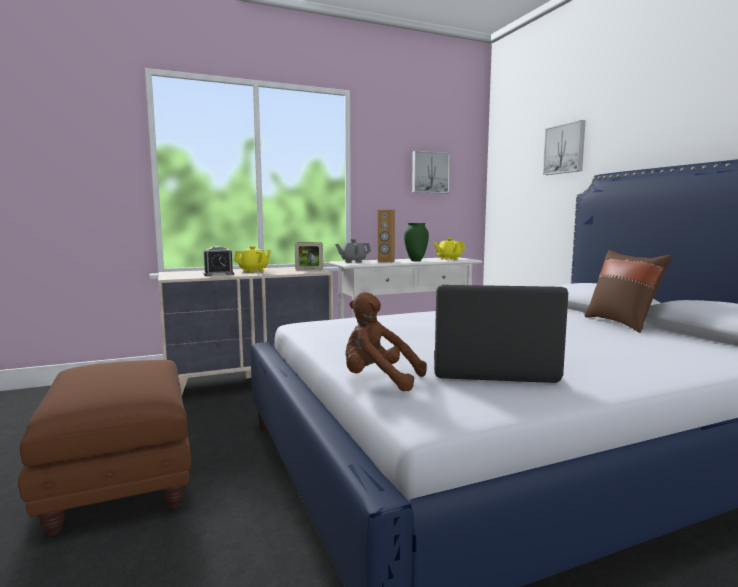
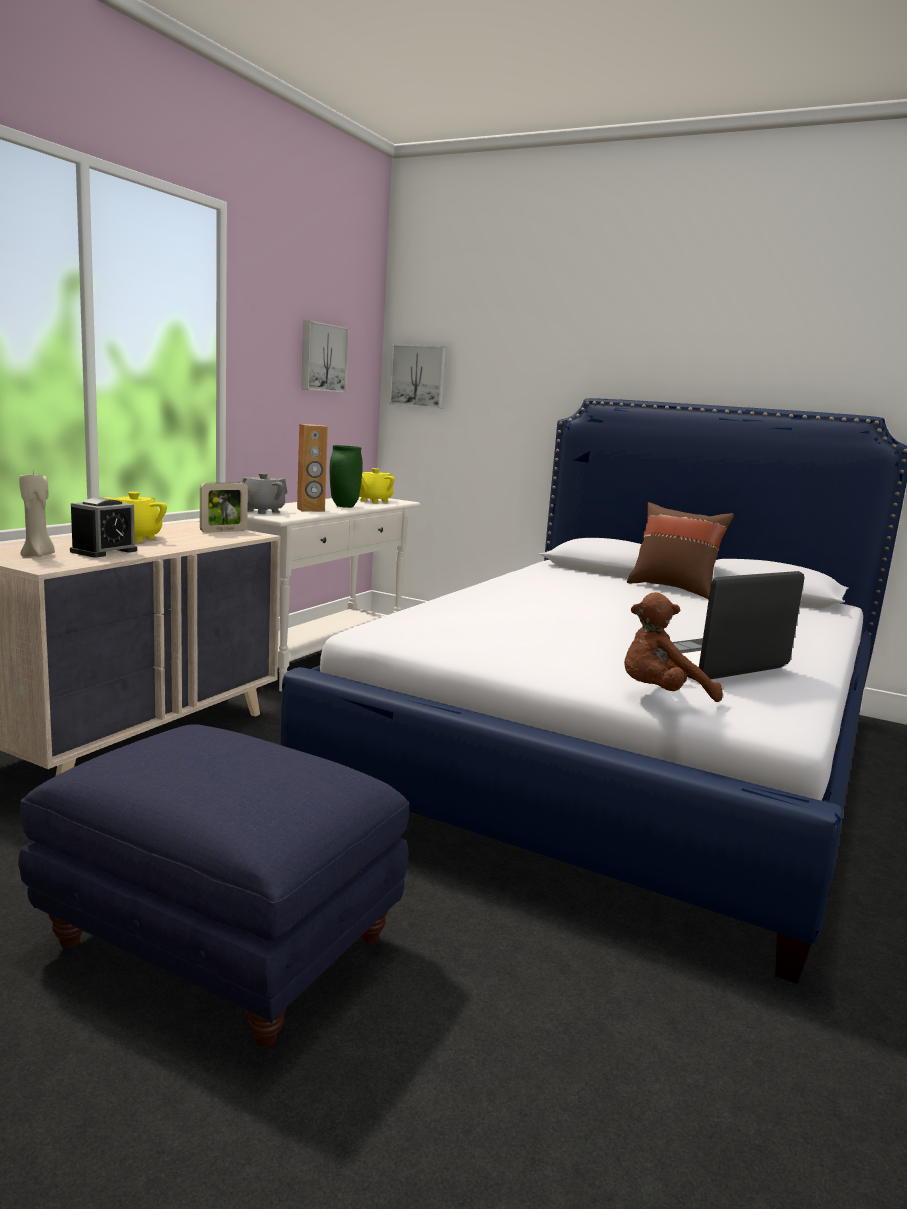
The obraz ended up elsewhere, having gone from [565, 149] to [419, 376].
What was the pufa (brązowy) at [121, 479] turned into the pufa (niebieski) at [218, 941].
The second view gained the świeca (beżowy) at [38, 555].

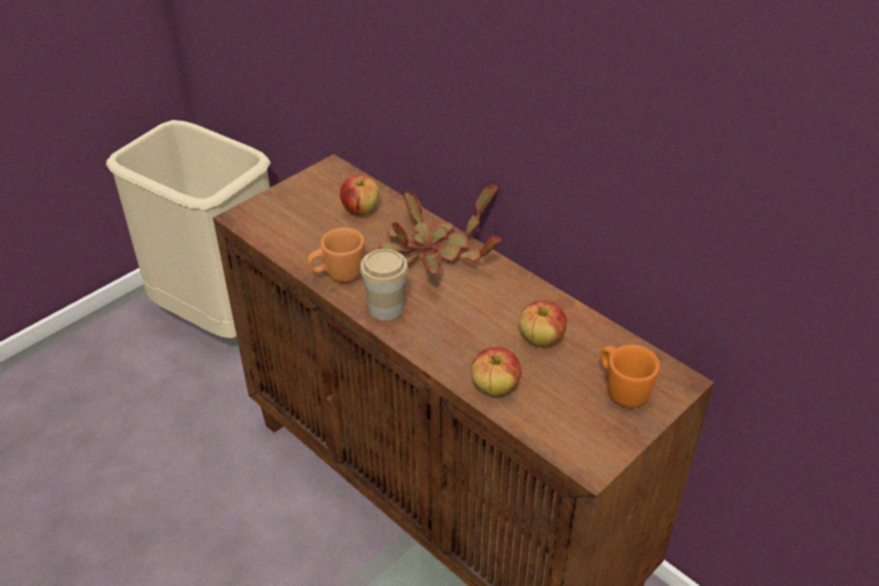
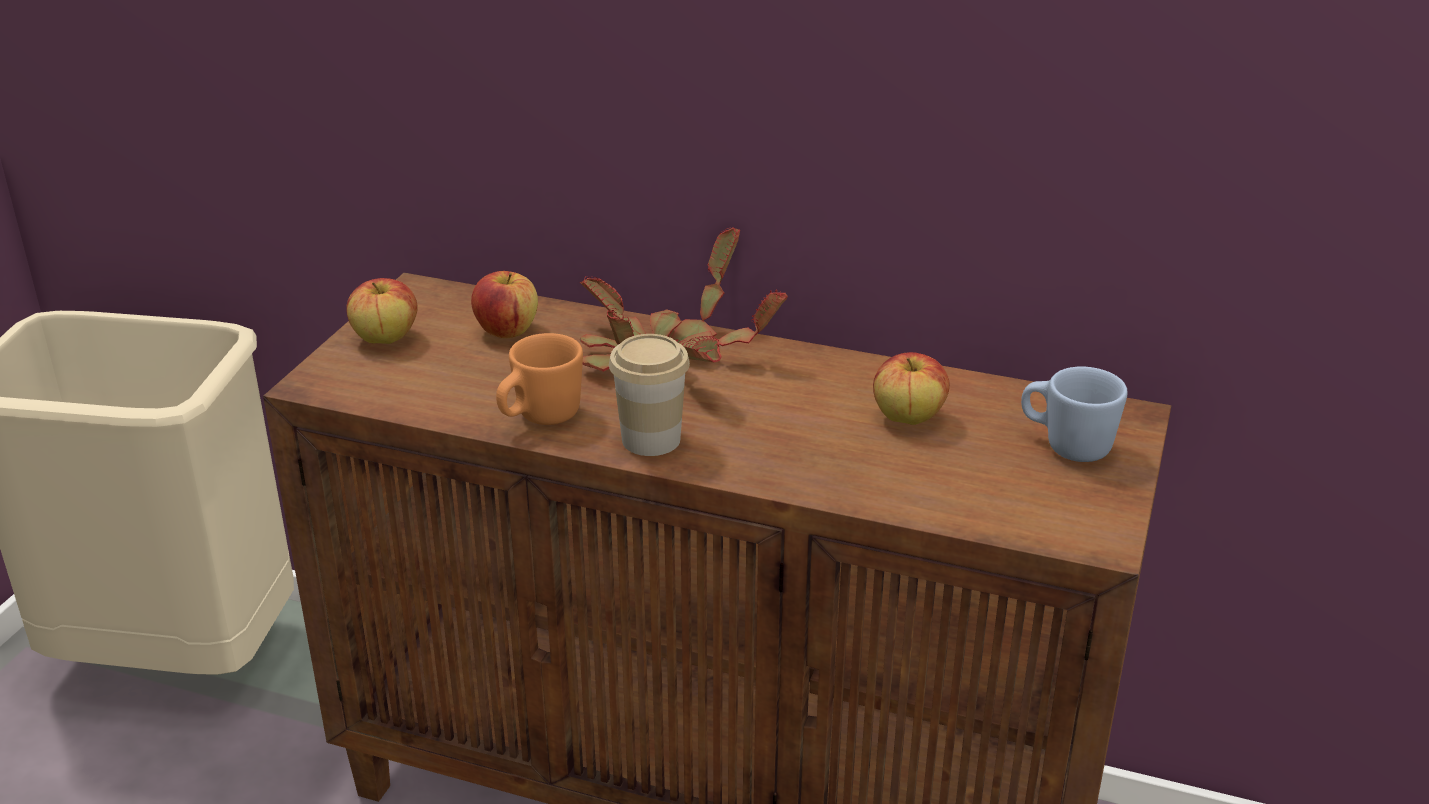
What was the kubek (pomarańczowy) at [622, 390] turned into the kubek (niebieski) at [1066, 445].
The jabłko ended up elsewhere, having gone from [495, 387] to [386, 338].

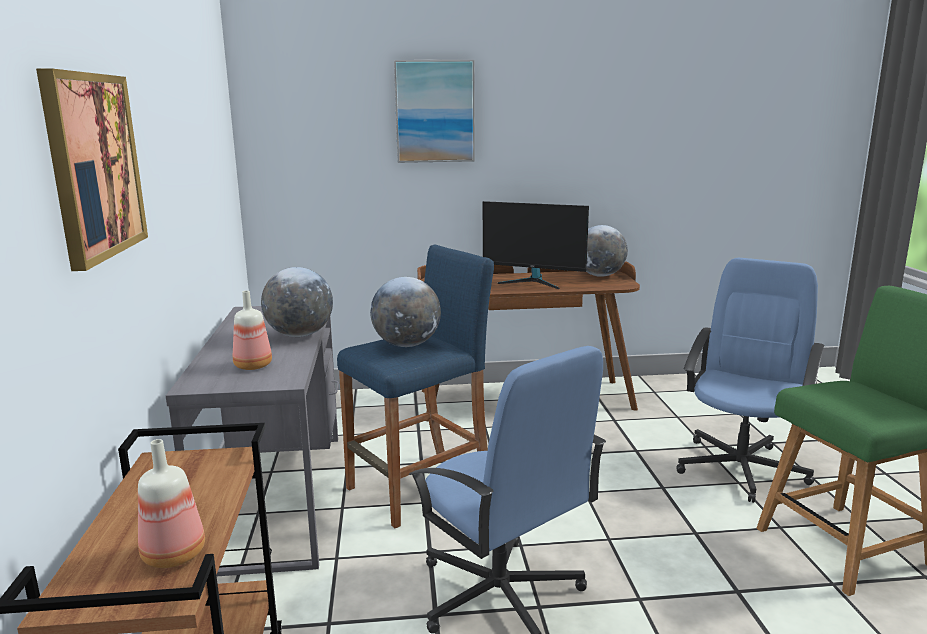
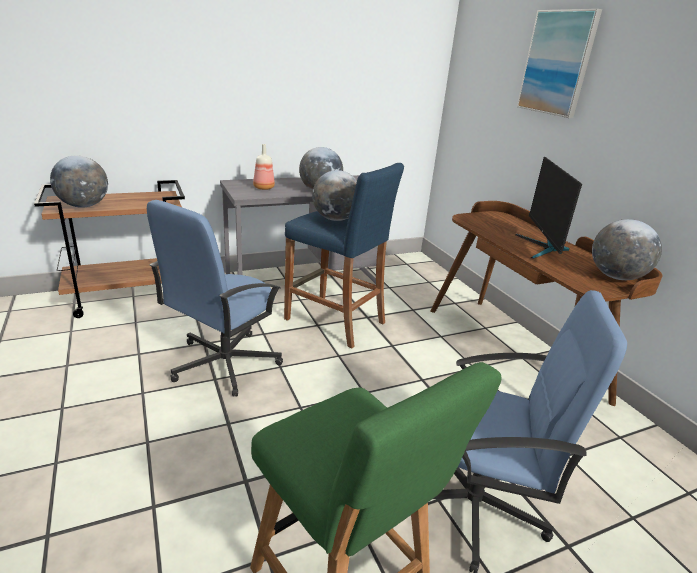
The second view lost the obraz at [93, 166].
Where the butelka stood at [176, 554], the globus came to stand at [84, 206].

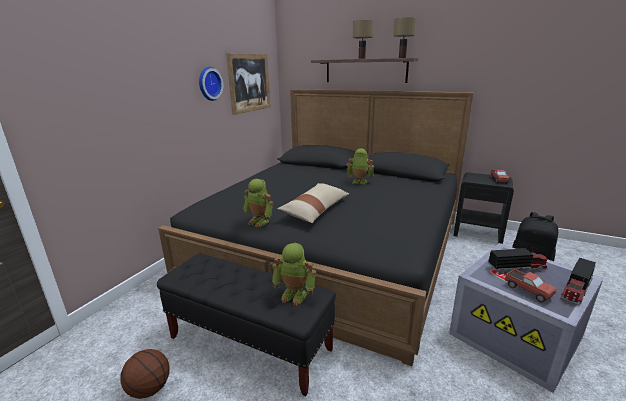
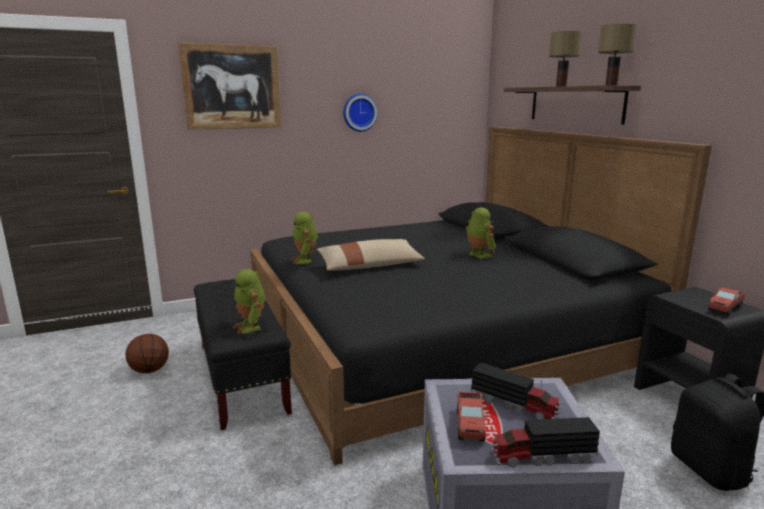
The obraz ended up elsewhere, having gone from [249, 82] to [232, 87].

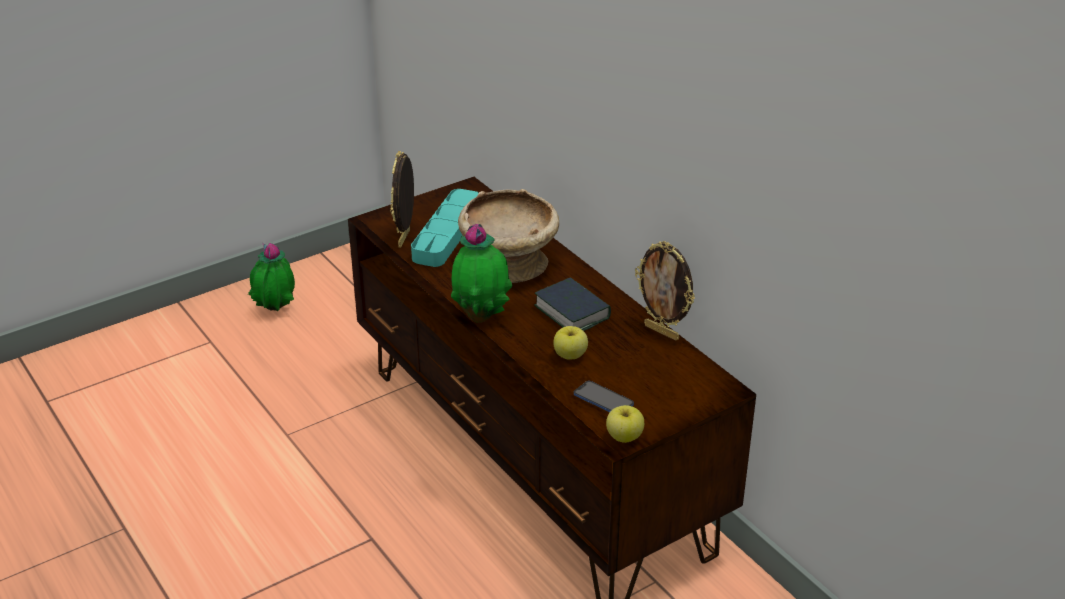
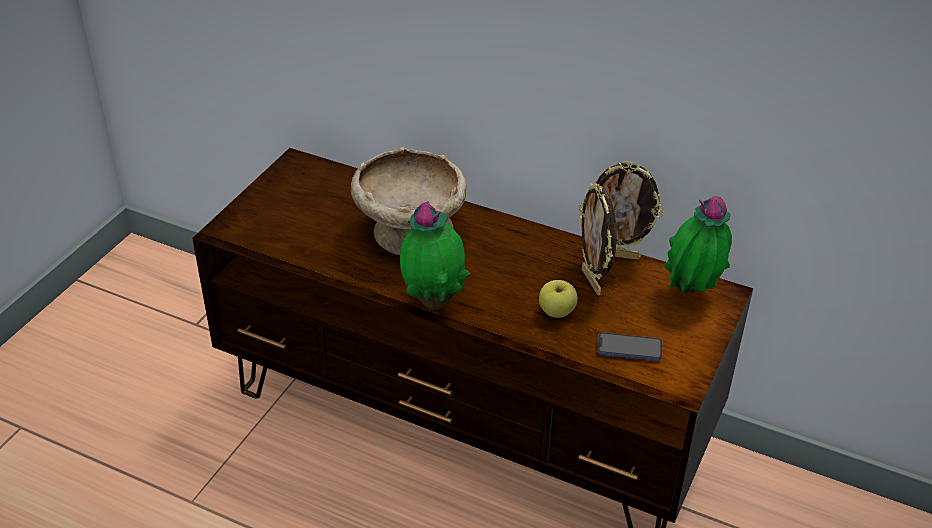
The ramka na zdjęcie ended up elsewhere, having gone from [405, 238] to [592, 282].
The second view lost the taca (turkusowy) at [447, 233].
The roślina doniczkowa ended up elsewhere, having gone from [275, 312] to [691, 293].
The second view lost the książka at [572, 312].
The second view lost the jabłko at [624, 437].

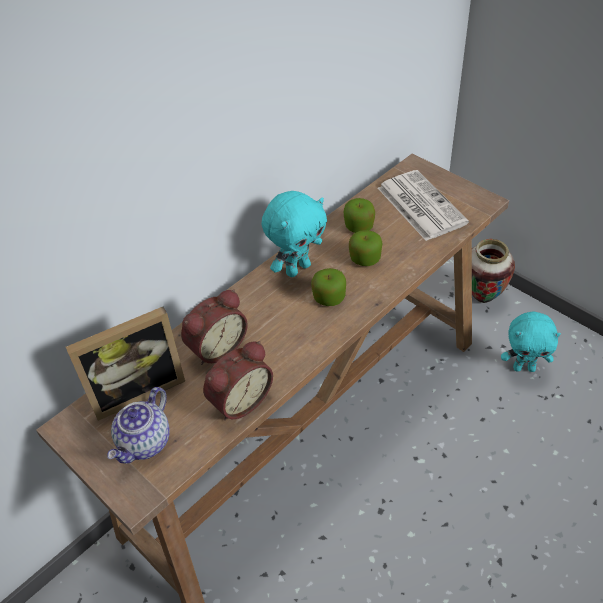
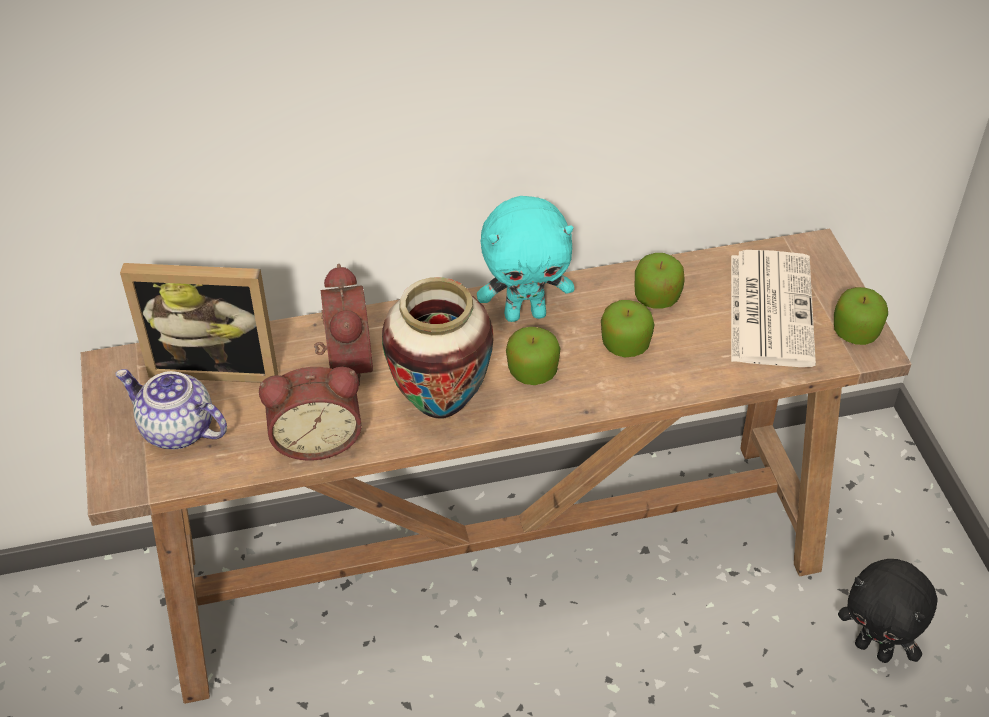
The wazon ended up elsewhere, having gone from [483, 297] to [440, 407].
The budzik at [216, 347] ended up facing another way, 90 degrees counterclockwise from before.
What was the pluszak (turkusowy) at [524, 368] turned into the pluszak (czarny) at [874, 649].
The imbryk at [145, 443] ended up facing another way, 60 degrees clockwise from before.
The second view gained the jabłko at [855, 332].

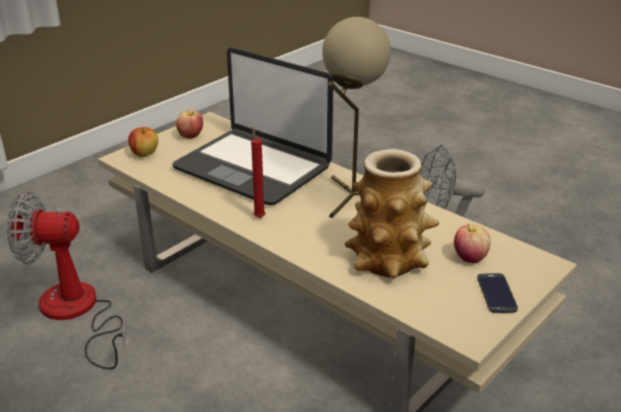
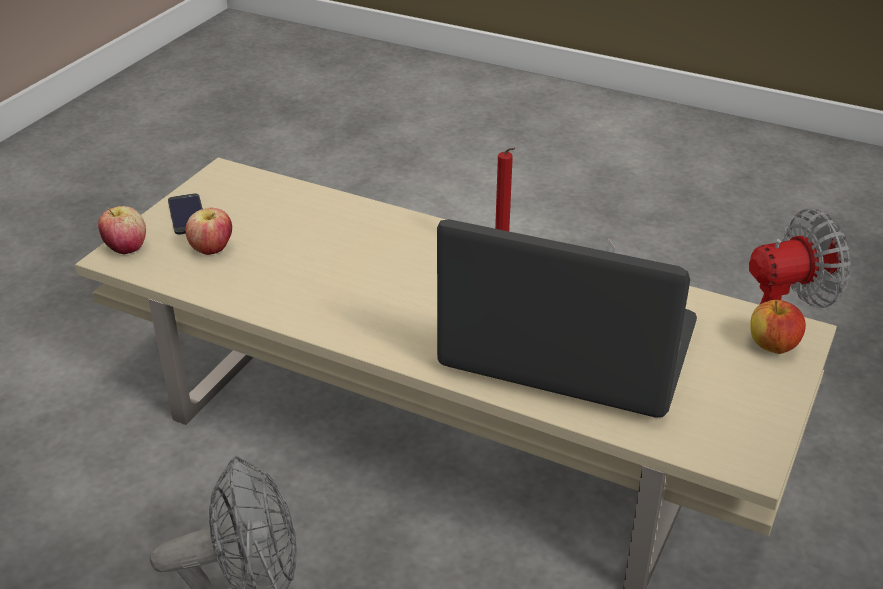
The second view lost the lampa stołowa (beżowy) at [350, 197].
The jabłko ended up elsewhere, having gone from [191, 136] to [126, 248].
The second view lost the wazon at [389, 259].

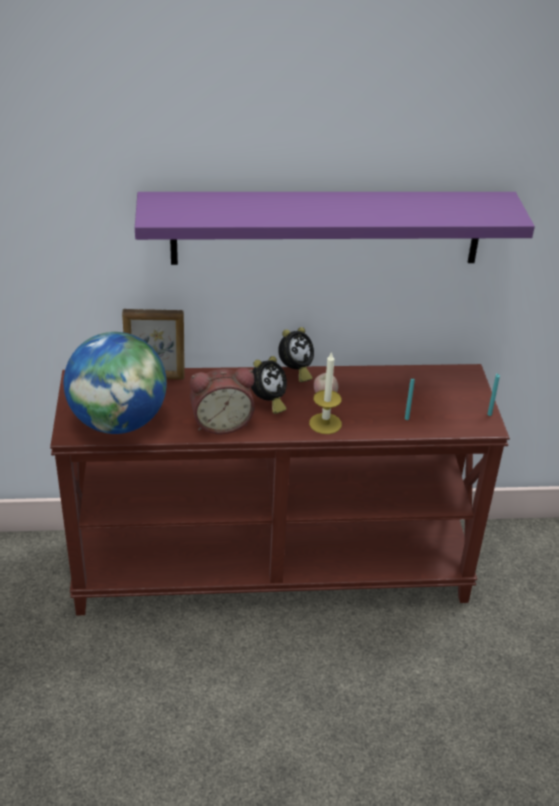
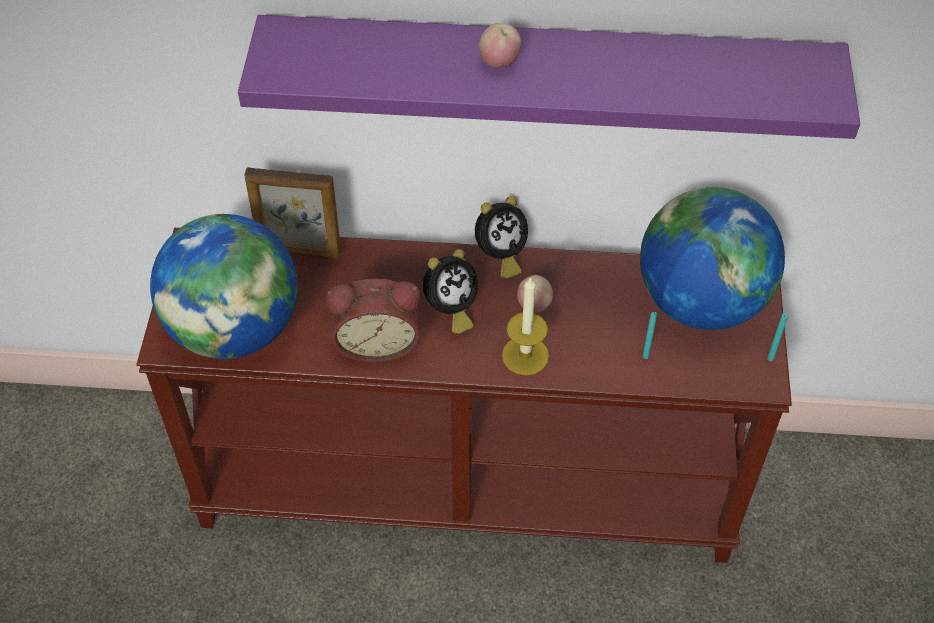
The second view gained the jabłko at [499, 63].
The second view gained the globus at [700, 302].

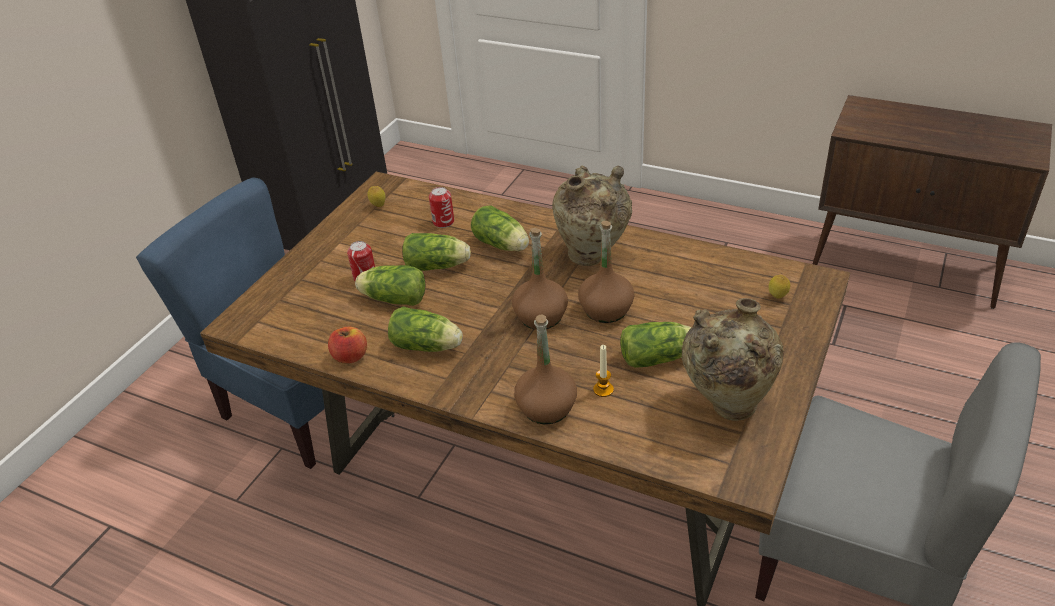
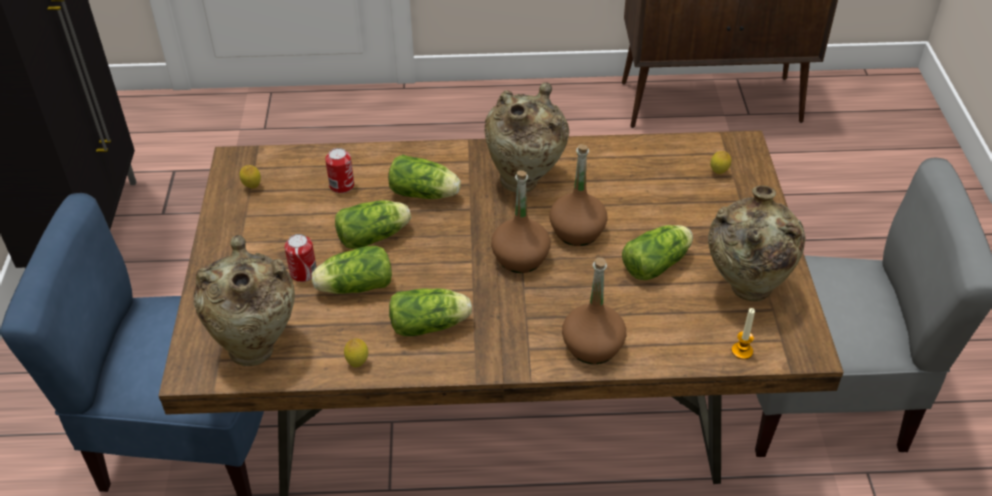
Where the jabłko stood at [350, 356], the cytryna came to stand at [357, 363].
The świeca ended up elsewhere, having gone from [603, 389] to [742, 351].
The second view gained the wazon (beżowy) at [256, 346].

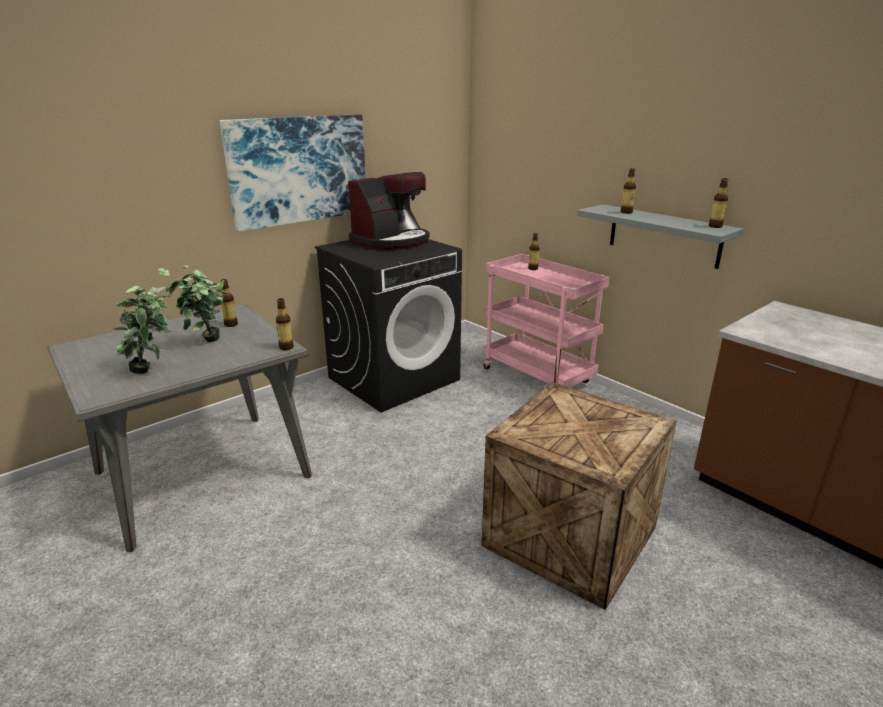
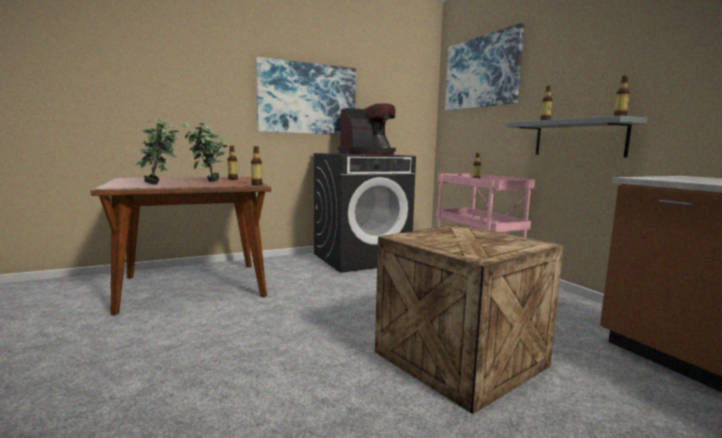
What was the stół jadalny (szary) at [204, 474] turned into the stół jadalny (brązowy) at [193, 286].
The second view gained the obraz at [481, 72].

